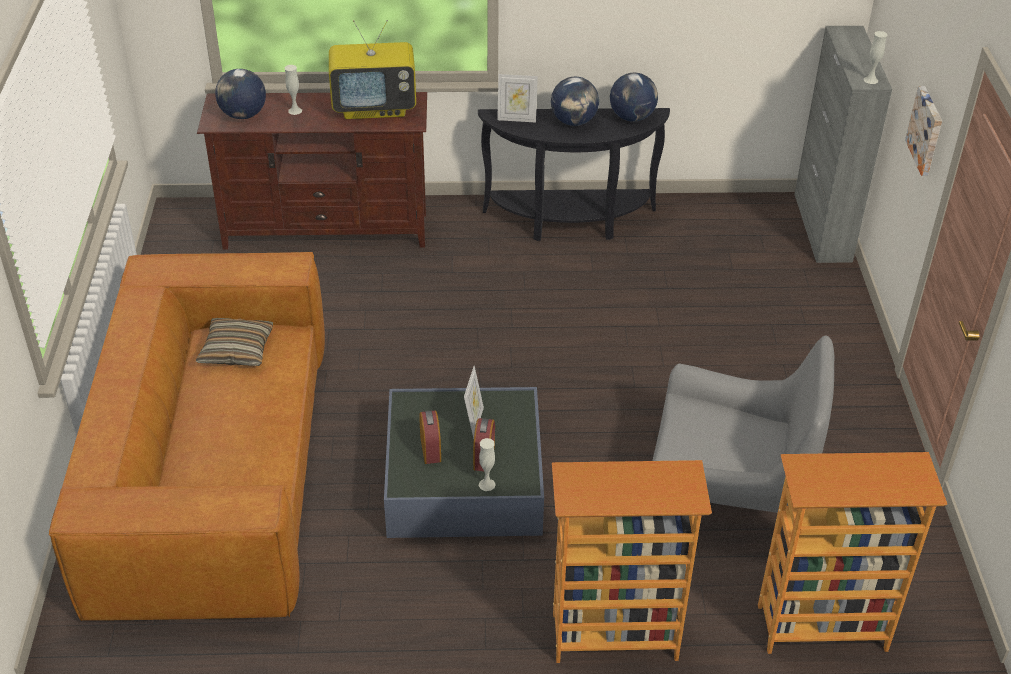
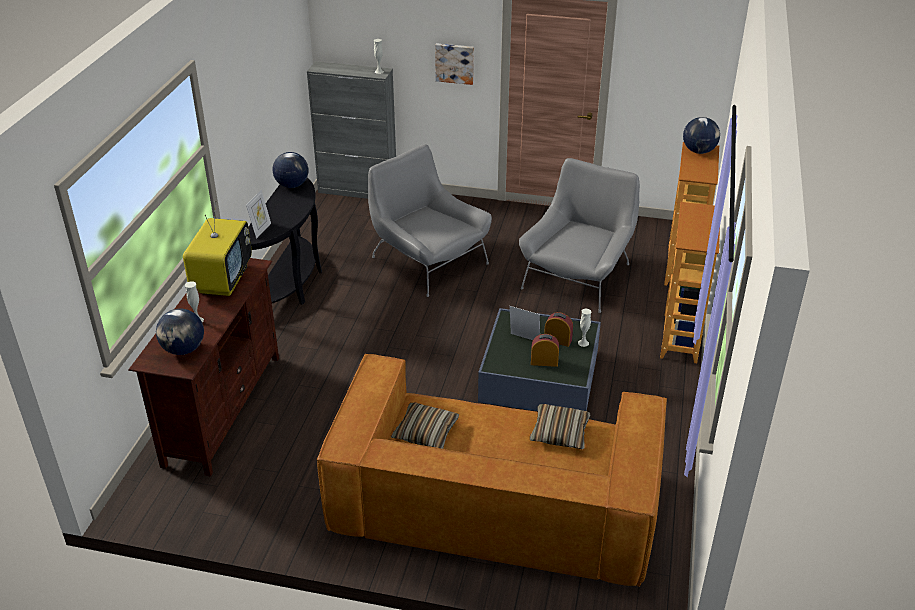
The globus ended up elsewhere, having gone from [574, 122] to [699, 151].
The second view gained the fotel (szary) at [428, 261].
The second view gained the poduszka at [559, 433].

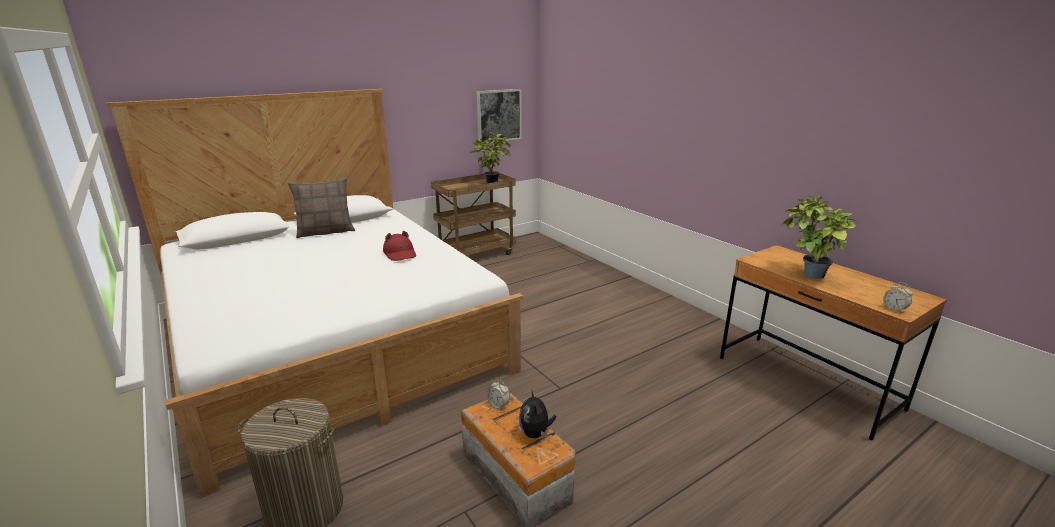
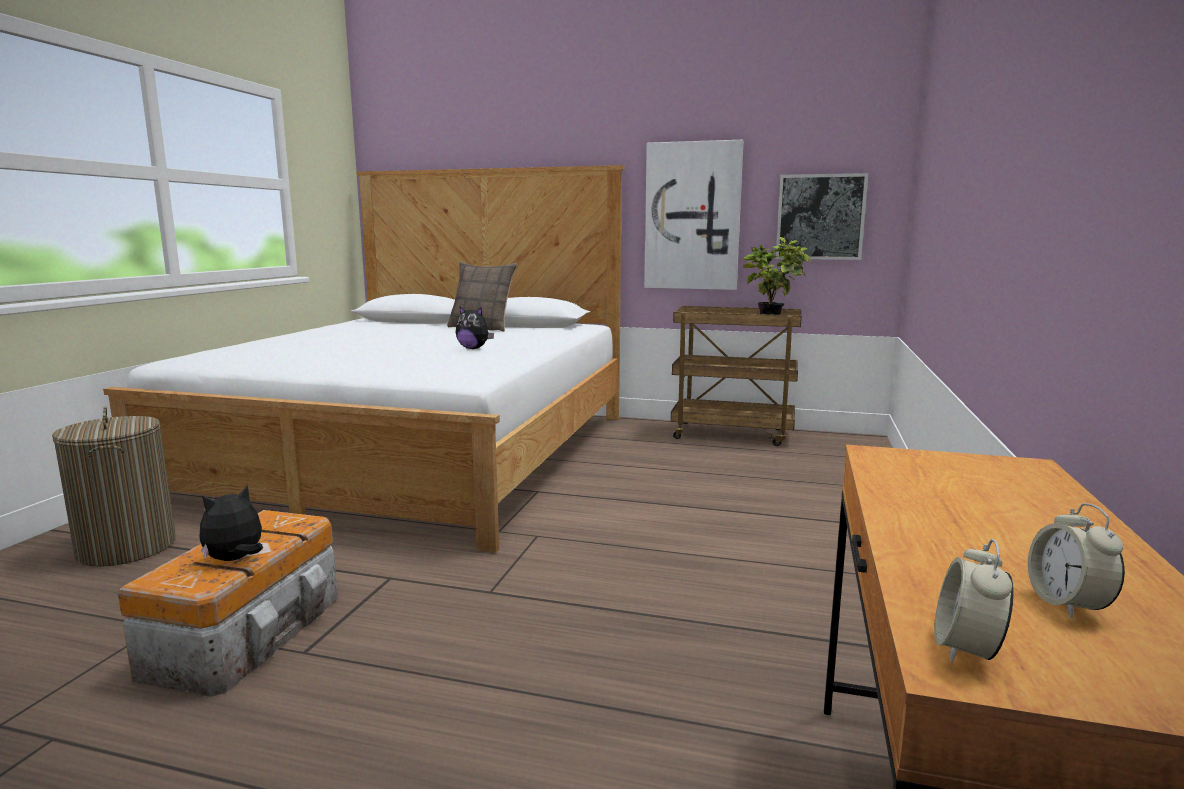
The second view lost the roślina doniczkowa at [807, 274].
Where the kapelusz (czerwony) stood at [400, 253], the pluszak came to stand at [473, 348].
The budzik ended up elsewhere, having gone from [498, 405] to [1067, 604].
The second view gained the obraz at [692, 216].

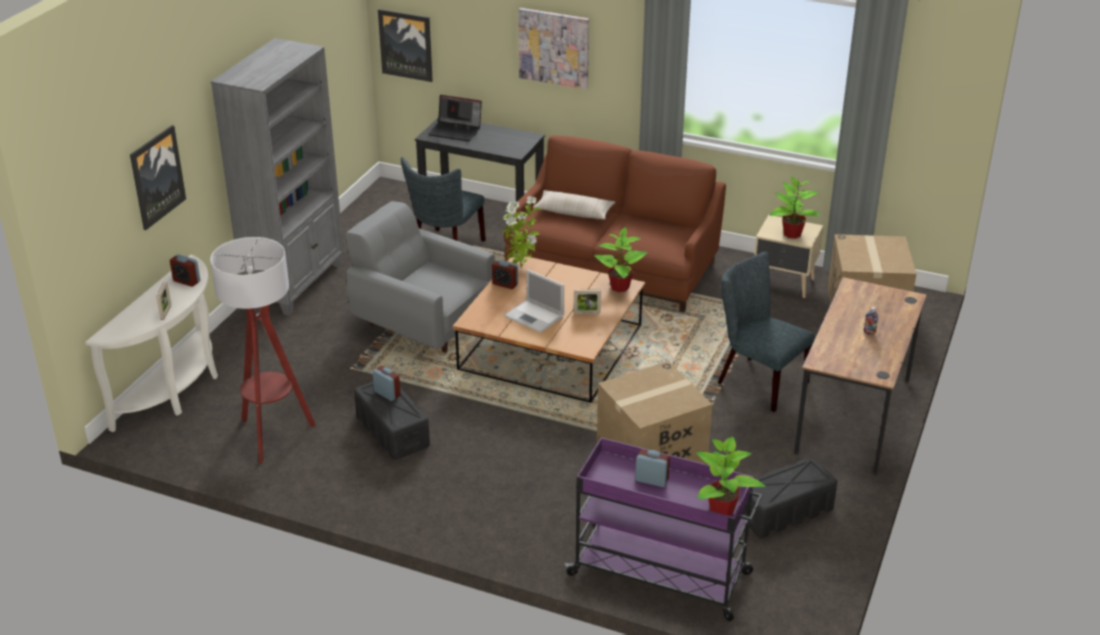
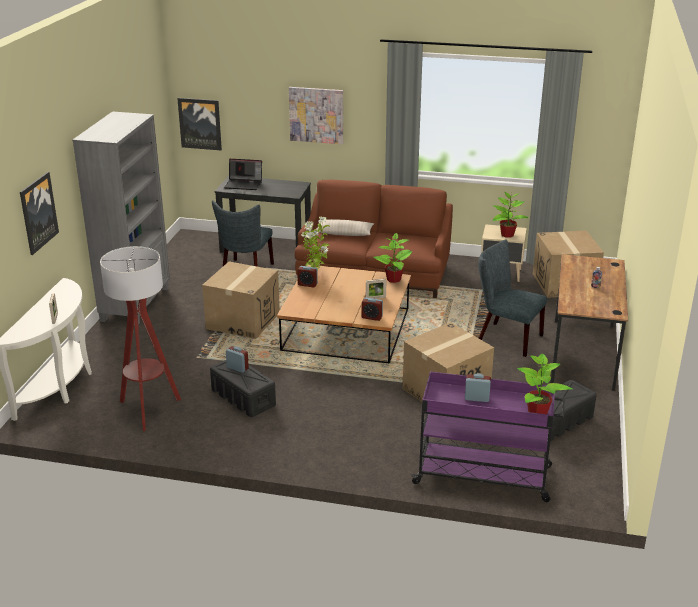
Where the fotel (szary) stood at [422, 321], the karton came to stand at [243, 321].
The budzik ended up elsewhere, having gone from [186, 281] to [372, 317].
The second view lost the laptop at [535, 316].

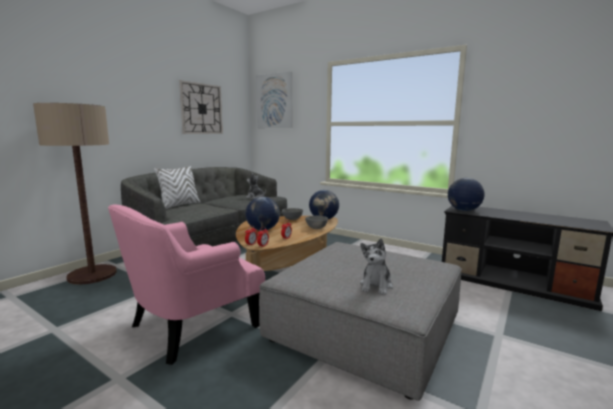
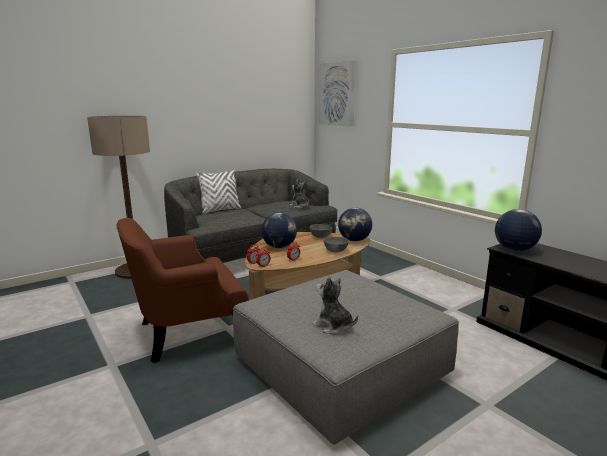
The second view lost the zegar ścienny at [201, 109].
What was the fotel (różowy) at [191, 325] turned into the fotel (brązowy) at [187, 332].
The pluszak at [376, 286] ended up facing another way, 90 degrees clockwise from before.

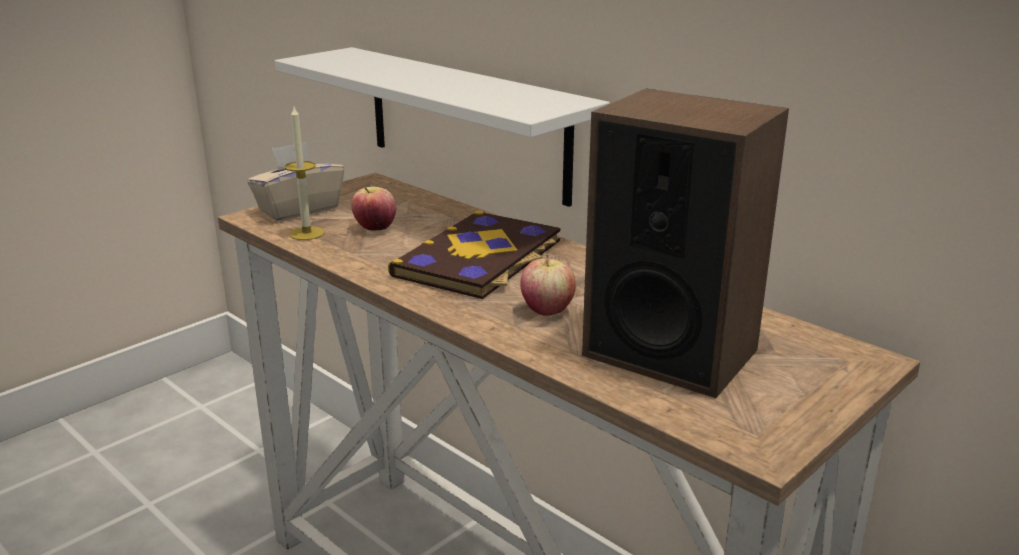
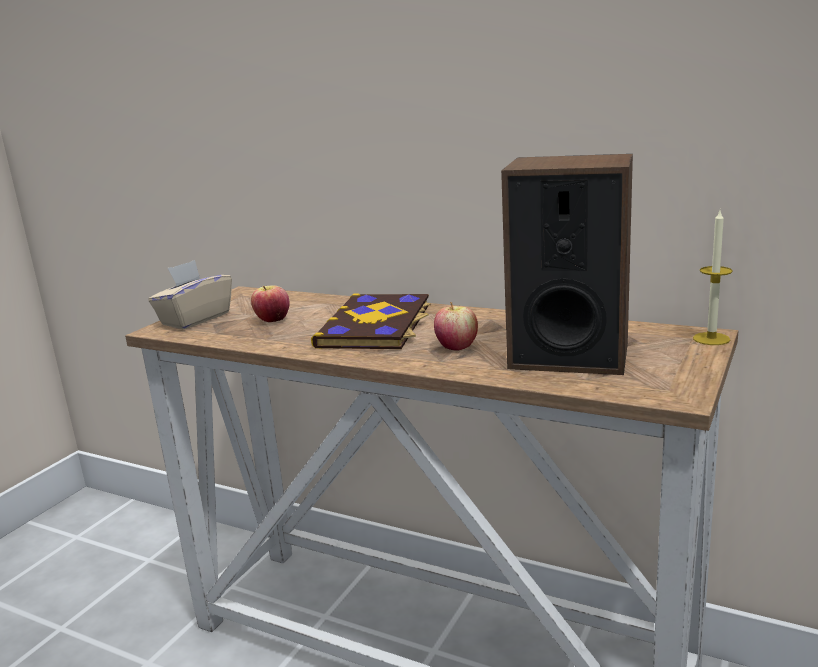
The second view lost the półka (biały) at [465, 123].
The świeca ended up elsewhere, having gone from [306, 233] to [711, 339].

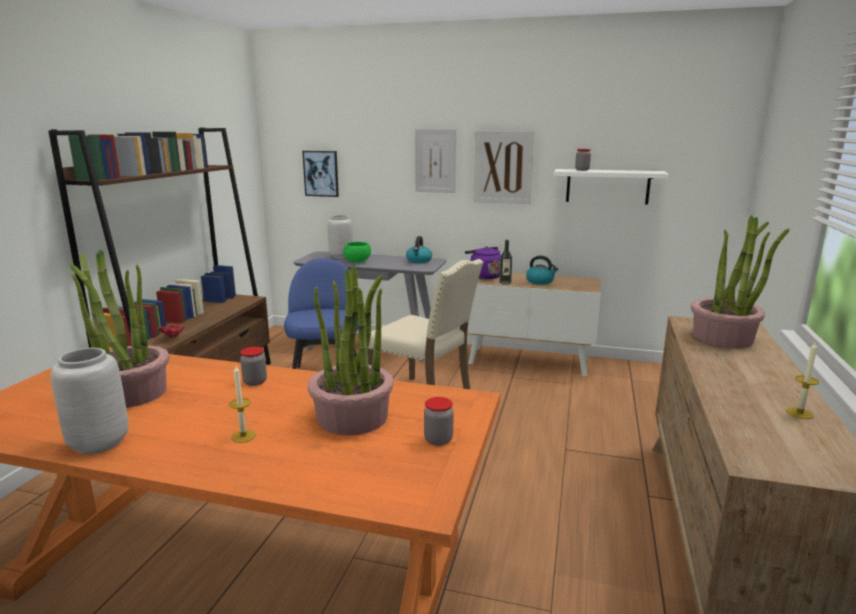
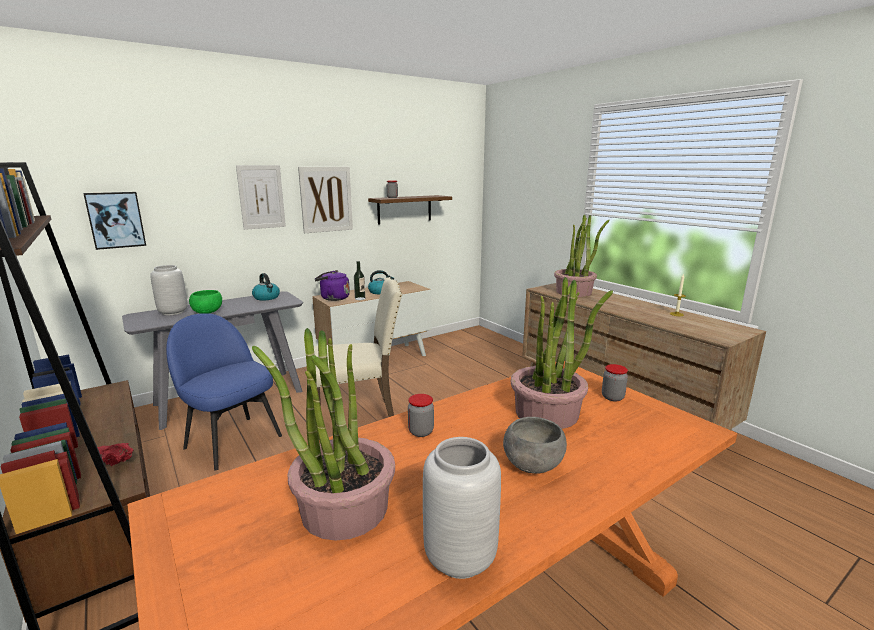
What was the półka (biały) at [607, 186] turned into the półka (brązowy) at [404, 209].
Where the świeca stood at [243, 436], the miska (szary) came to stand at [533, 466].

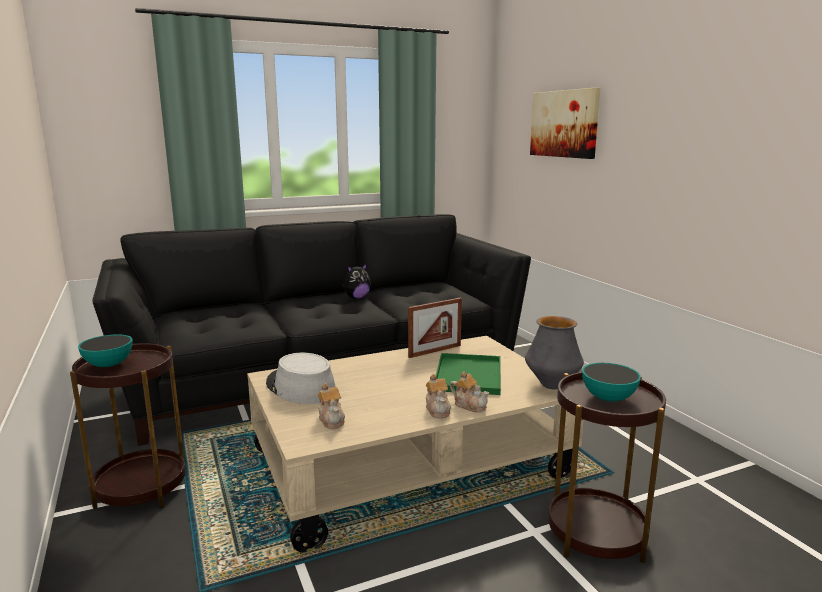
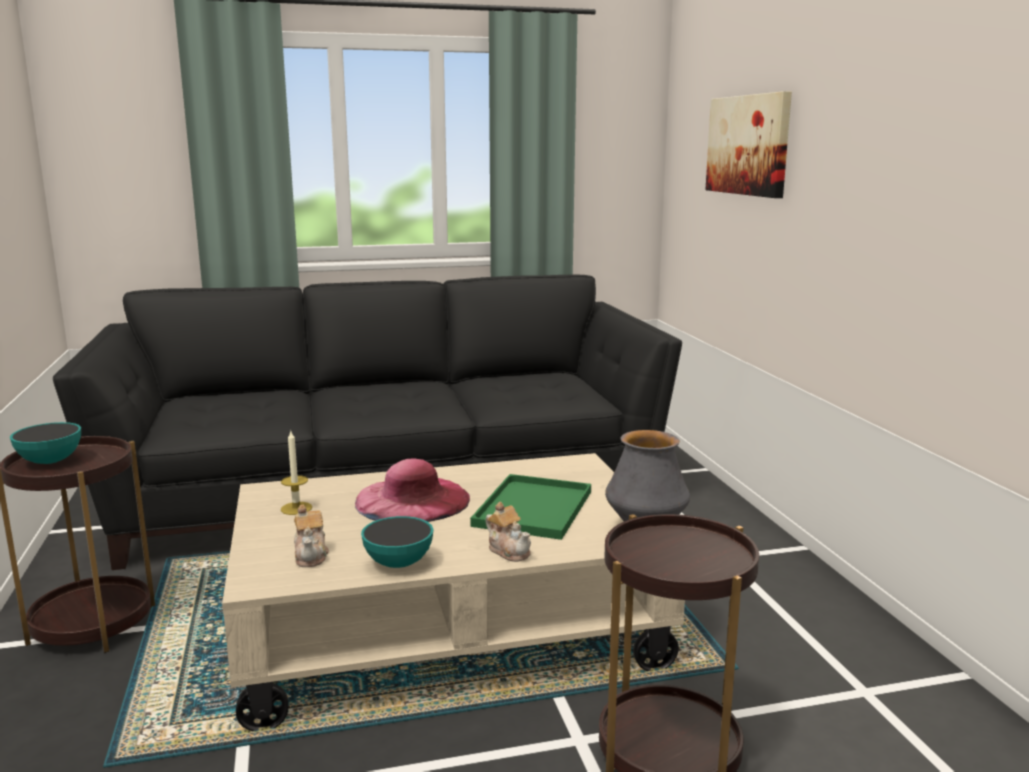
The second view lost the pluszak at [356, 298].
The second view lost the ramka na zdjęcie at [435, 351].
Where the kapelusz (szary) stood at [300, 387], the świeca came to stand at [296, 508].
The miska ended up elsewhere, having gone from [608, 398] to [398, 563].
The second view lost the imbryk at [438, 410].
The second view gained the kapelusz (różowy) at [412, 500].

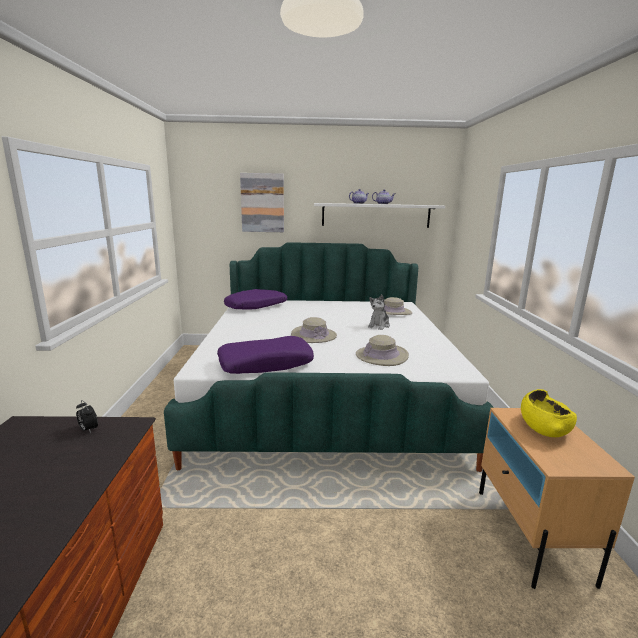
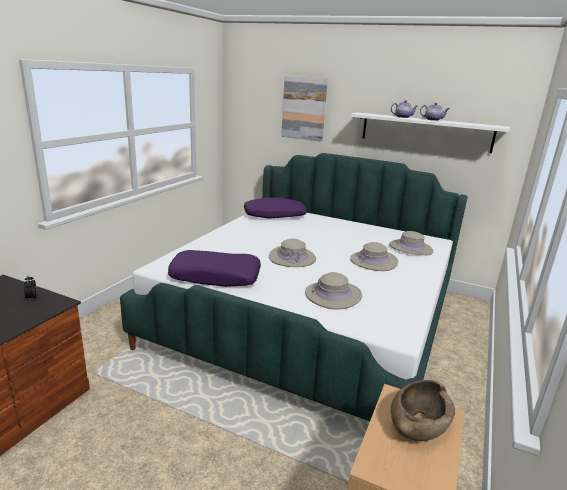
Where the pluszak stood at [379, 326], the kapelusz (beżowy) came to stand at [373, 261].
What was the miska (żółty) at [544, 426] turned into the miska (brązowy) at [418, 424].

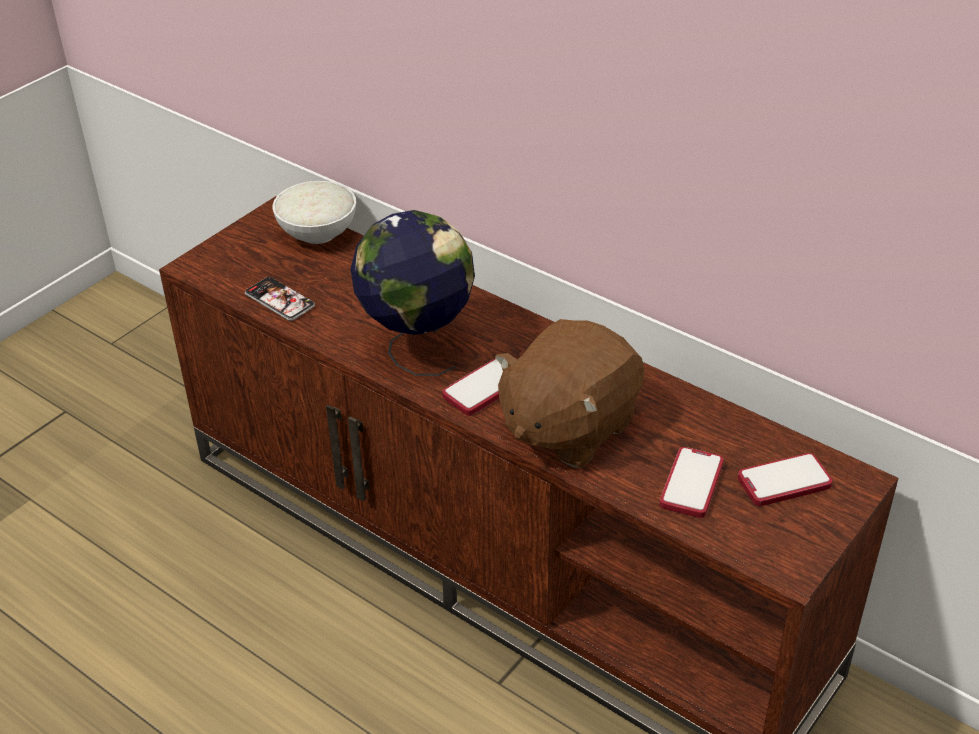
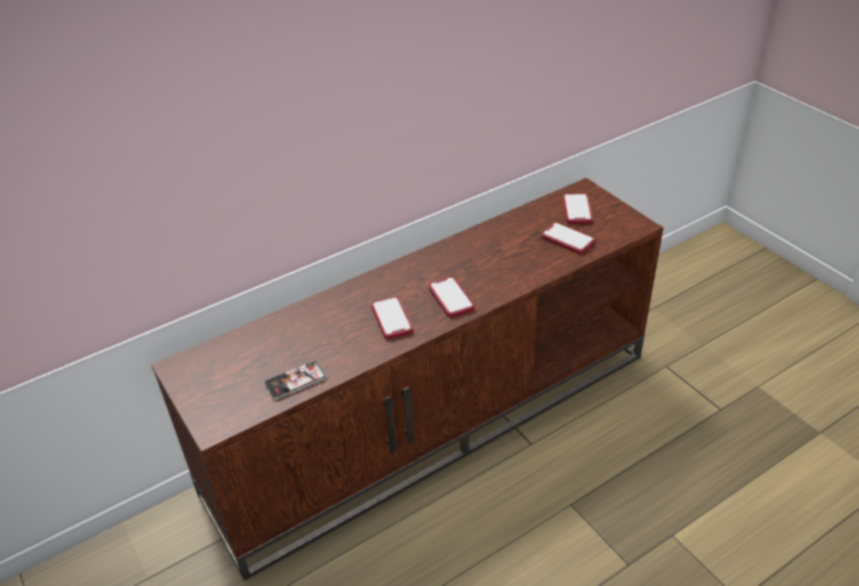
The second view lost the miska (biały) at [319, 232].
Where the globus stood at [417, 346], the telefon came to stand at [391, 319].
The second view lost the pluszak (brązowy) at [567, 426].

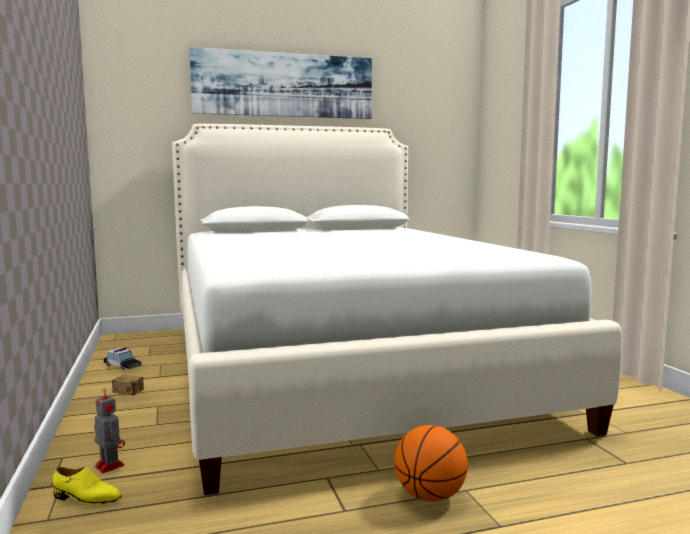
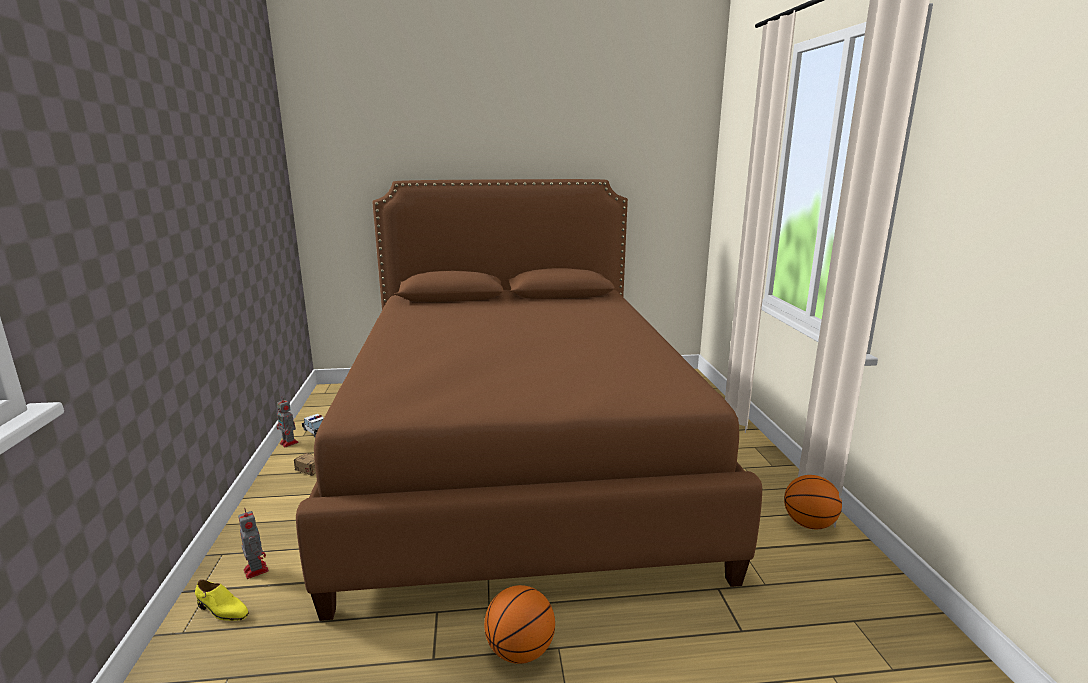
The second view lost the obraz at [284, 85].
What was the łóżko (biały) at [341, 368] turned into the łóżko (brązowy) at [517, 454].
The second view gained the robot zabawkowy at [289, 443].
The second view gained the piłka do koszykówki at [808, 524].

